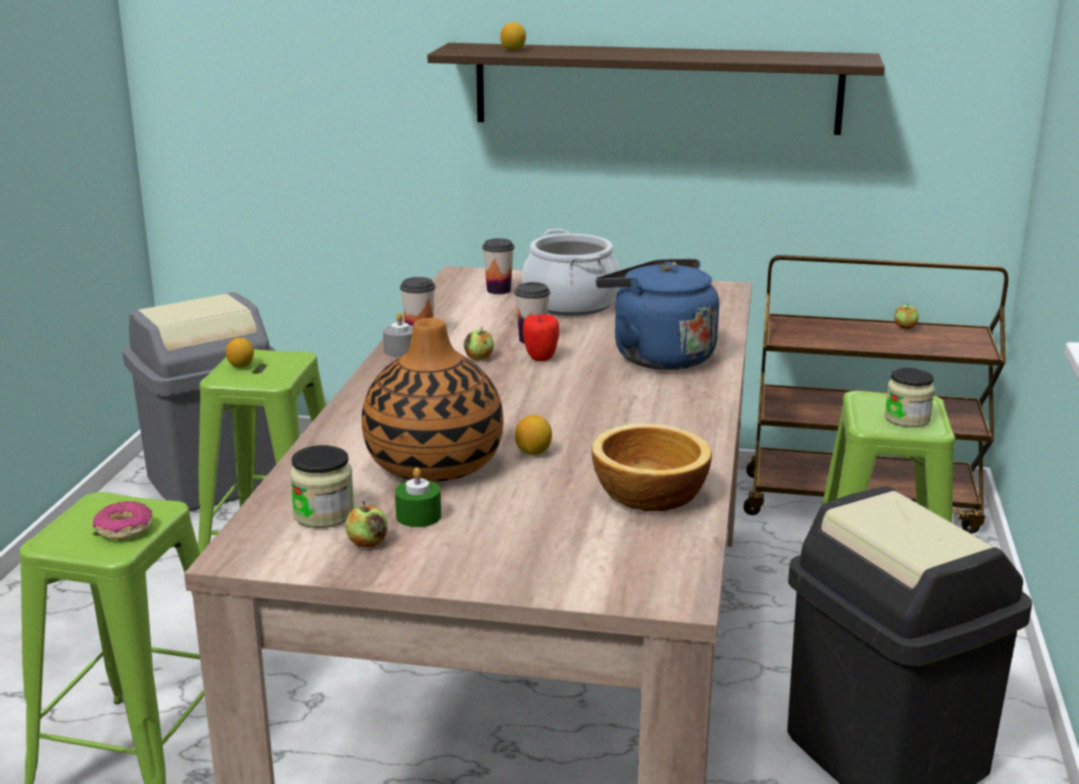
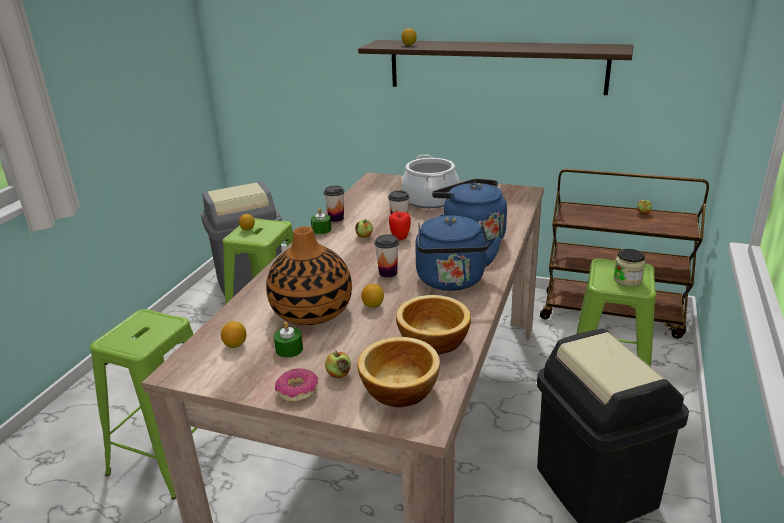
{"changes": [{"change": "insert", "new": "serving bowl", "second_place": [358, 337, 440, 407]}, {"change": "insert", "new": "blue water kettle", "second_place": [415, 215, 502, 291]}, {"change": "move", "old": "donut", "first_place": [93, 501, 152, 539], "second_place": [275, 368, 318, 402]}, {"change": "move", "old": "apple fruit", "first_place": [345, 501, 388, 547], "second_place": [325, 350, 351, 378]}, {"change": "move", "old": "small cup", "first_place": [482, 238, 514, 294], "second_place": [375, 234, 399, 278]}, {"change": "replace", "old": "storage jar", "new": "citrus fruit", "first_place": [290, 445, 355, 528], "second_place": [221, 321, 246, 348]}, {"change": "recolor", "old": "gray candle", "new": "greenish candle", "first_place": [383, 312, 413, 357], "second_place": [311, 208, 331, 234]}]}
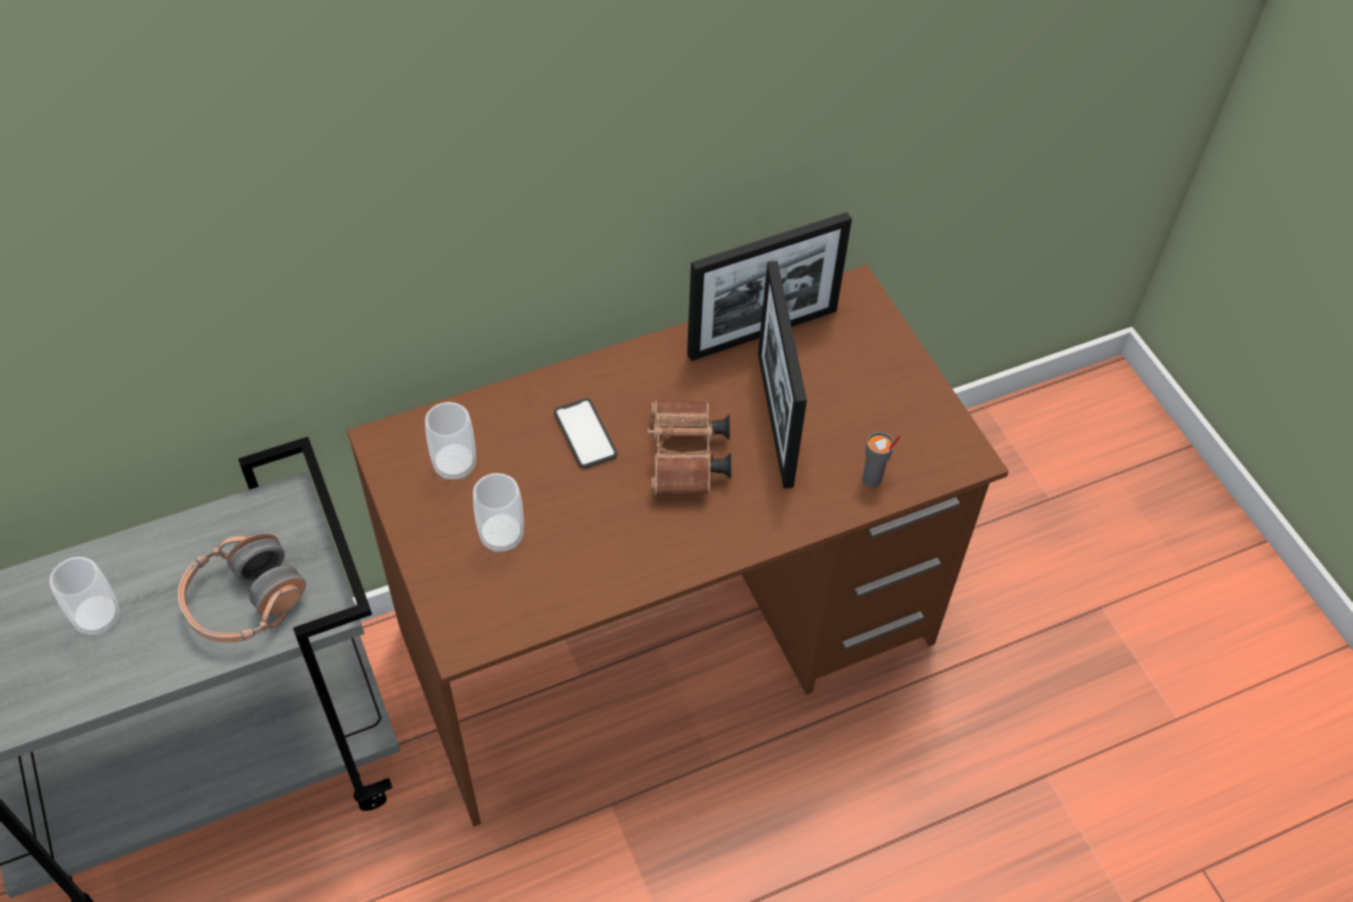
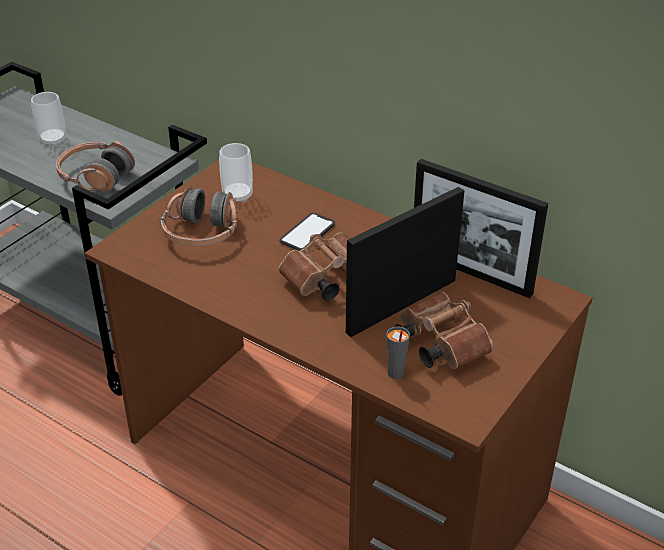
{"changes": [{"change": "insert", "new": "brown field glasses", "second_place": [395, 292, 494, 369]}, {"change": "replace", "old": "small cup", "new": "headphones", "first_place": [473, 473, 524, 553], "second_place": [160, 186, 237, 246]}]}
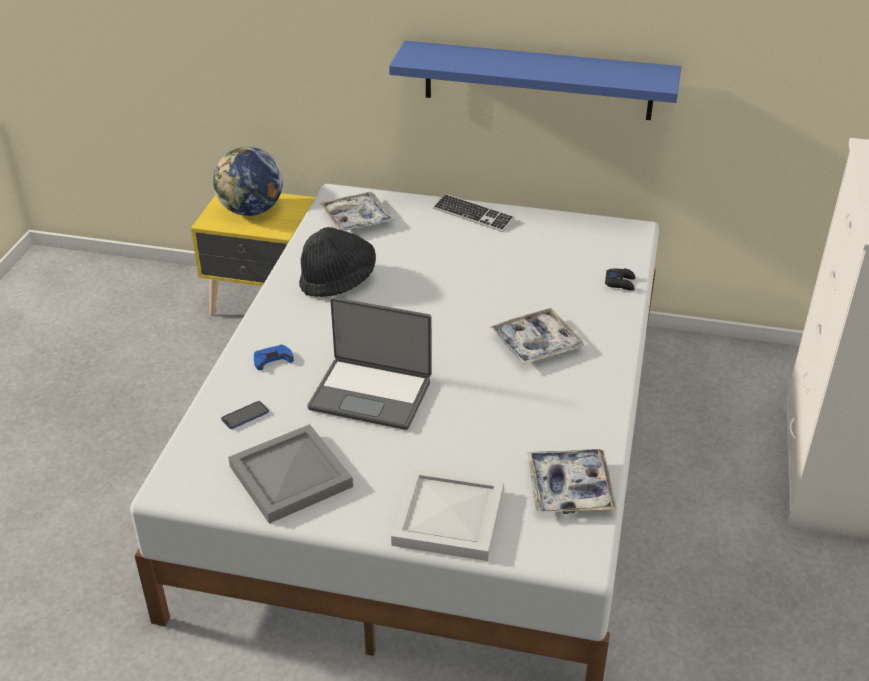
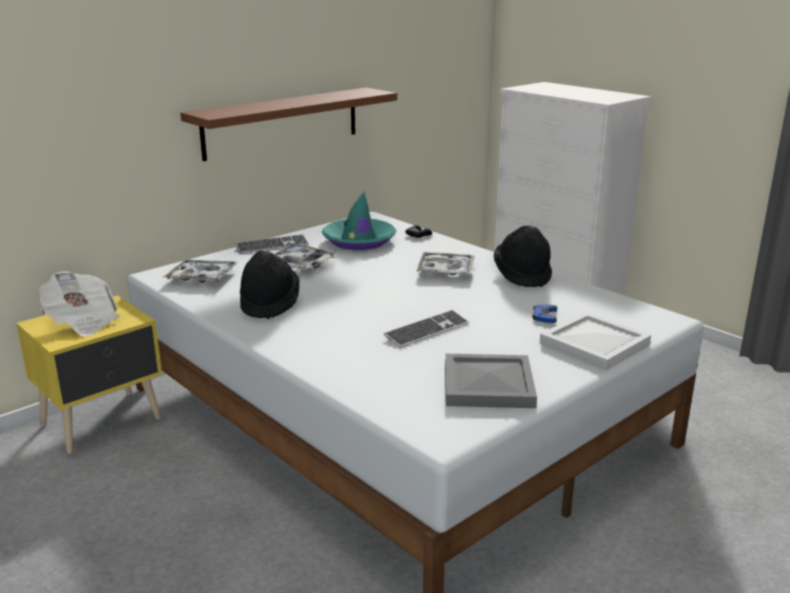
{"changes": [{"change": "delete", "old": "handset", "first_place": [221, 401, 269, 429]}, {"change": "insert", "new": "blue-green hat", "second_place": [322, 192, 397, 250]}, {"change": "insert", "new": "black-coloured hat", "second_place": [494, 225, 552, 287]}, {"change": "move", "old": "blue gamepad", "first_place": [254, 345, 294, 370], "second_place": [532, 304, 557, 323]}, {"change": "move", "old": "tray", "first_place": [527, 449, 617, 514], "second_place": [275, 244, 337, 271]}, {"change": "replace", "old": "desk globe", "new": "printed paper", "first_place": [213, 147, 283, 216], "second_place": [39, 271, 120, 336]}, {"change": "replace", "old": "laptop", "new": "PC keyboard", "first_place": [308, 297, 432, 430], "second_place": [384, 310, 469, 348]}, {"change": "recolor", "old": "blue wall shelf", "new": "brown wall shelf", "first_place": [389, 41, 681, 120], "second_place": [180, 88, 397, 161]}]}
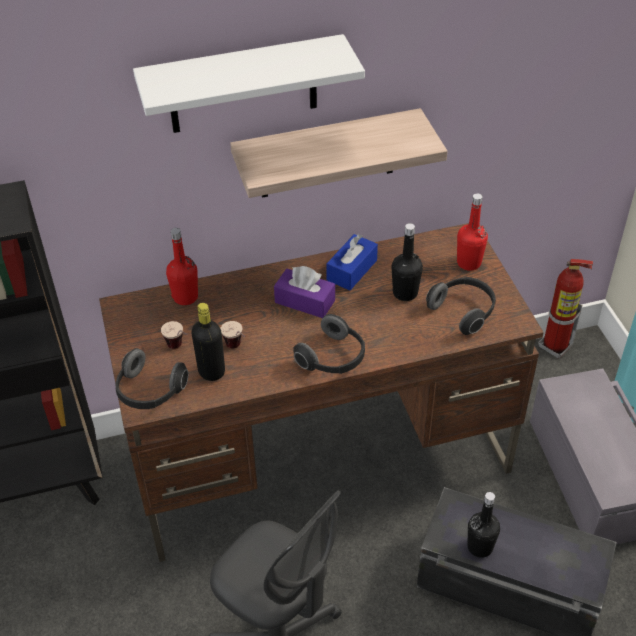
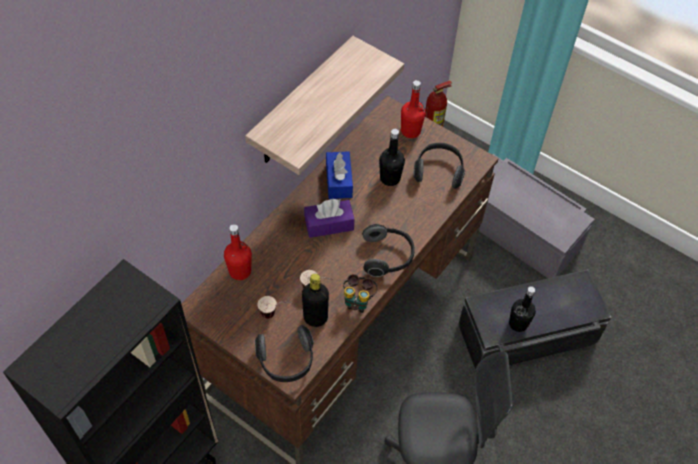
{"changes": [{"change": "delete", "old": "whitish wall shelf", "first_place": [133, 34, 365, 133]}, {"change": "insert", "new": "field glasses", "second_place": [343, 274, 377, 313]}]}
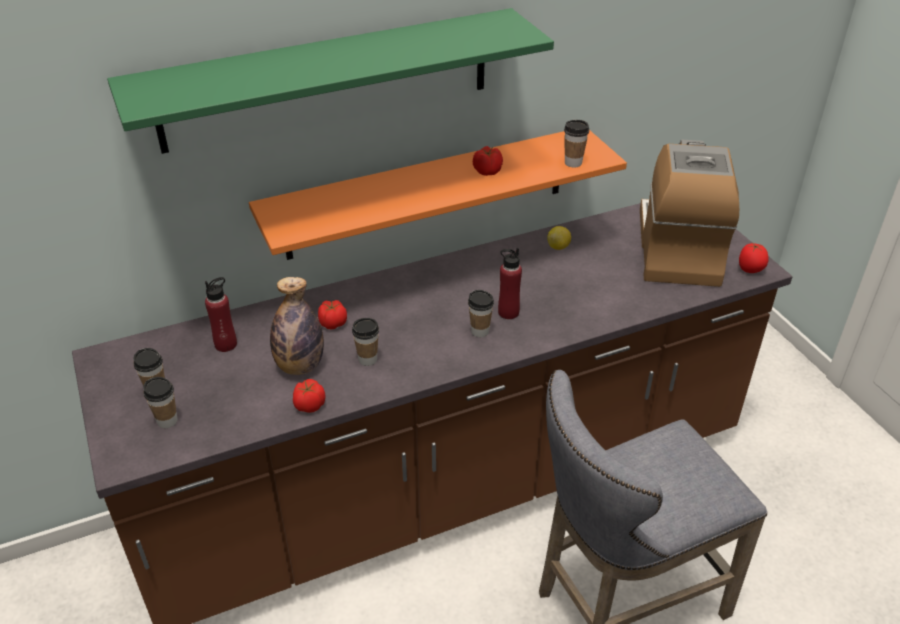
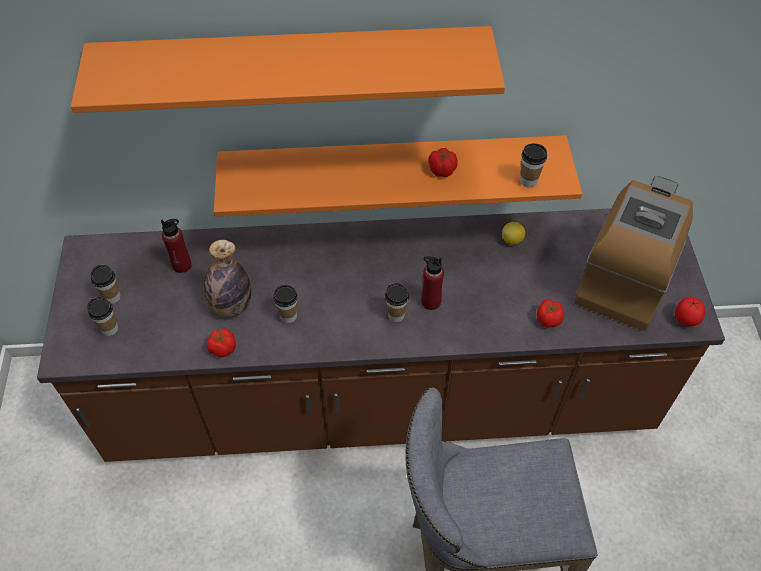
{"changes": [{"change": "move", "old": "whole tomato", "first_place": [318, 300, 347, 329], "second_place": [537, 299, 564, 328]}, {"change": "recolor", "old": "greenish wall shelf", "new": "orange wall shelf", "first_place": [107, 8, 554, 154], "second_place": [71, 26, 505, 113]}]}
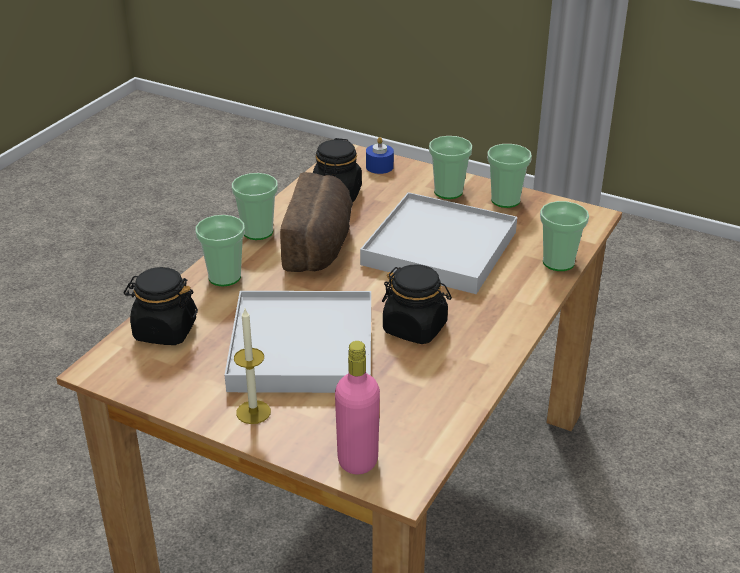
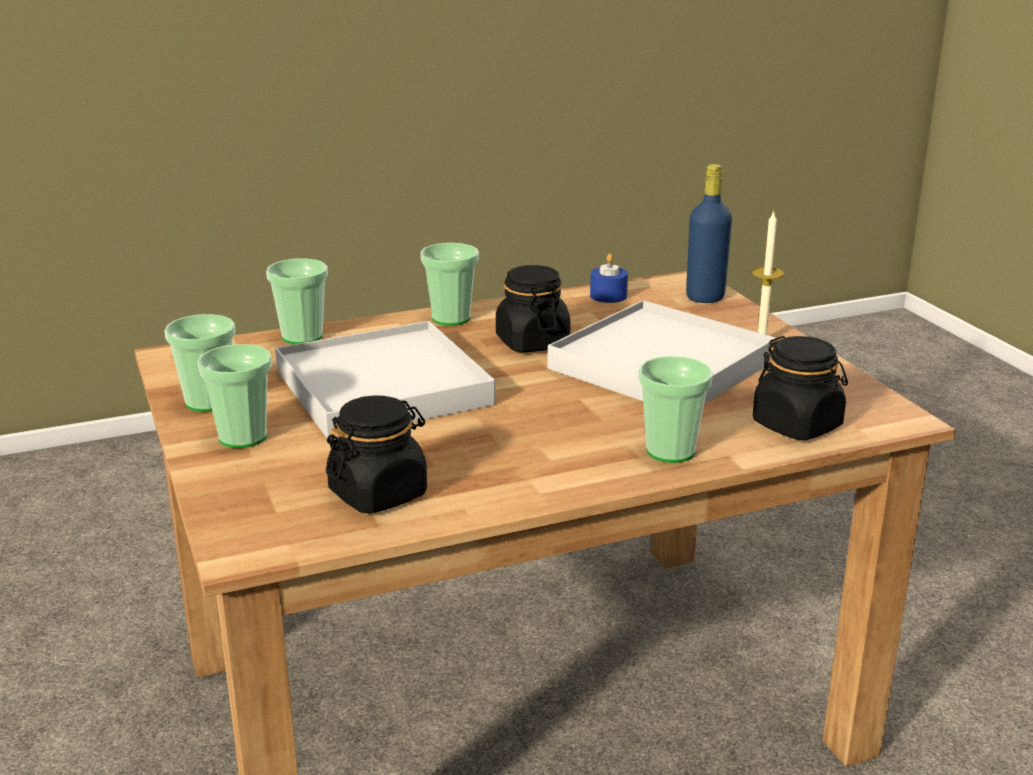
{"changes": [{"change": "delete", "old": "bakery bread", "first_place": [280, 172, 353, 272]}, {"change": "move", "old": "small cup", "first_place": [232, 173, 278, 240], "second_place": [420, 243, 479, 326]}, {"change": "move", "old": "blue candle", "first_place": [366, 137, 394, 174], "second_place": [590, 253, 628, 303]}, {"change": "recolor", "old": "pink-coloured bottle", "new": "blue bottle", "first_place": [335, 341, 380, 474], "second_place": [686, 164, 732, 303]}]}
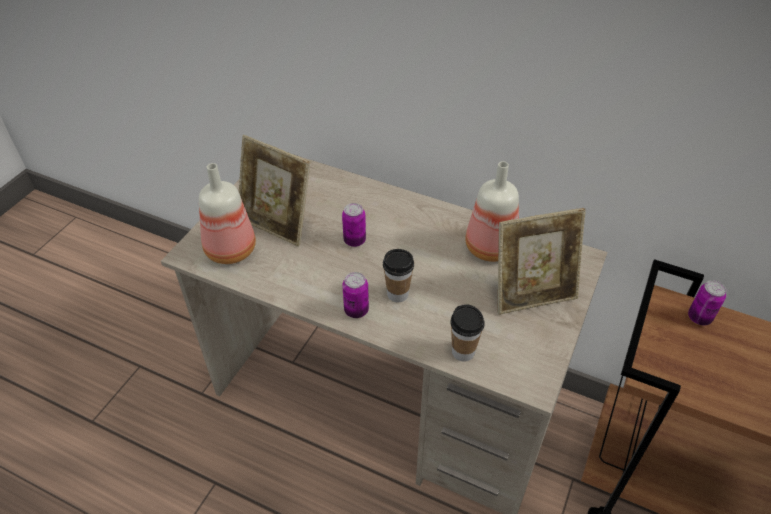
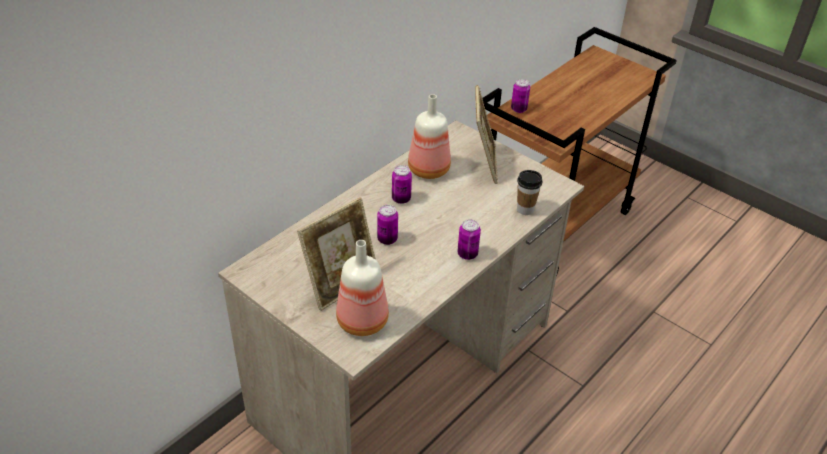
{"changes": [{"change": "delete", "old": "small cup", "first_place": [383, 249, 414, 302]}, {"change": "insert", "new": "metal can", "second_place": [392, 165, 412, 204]}]}
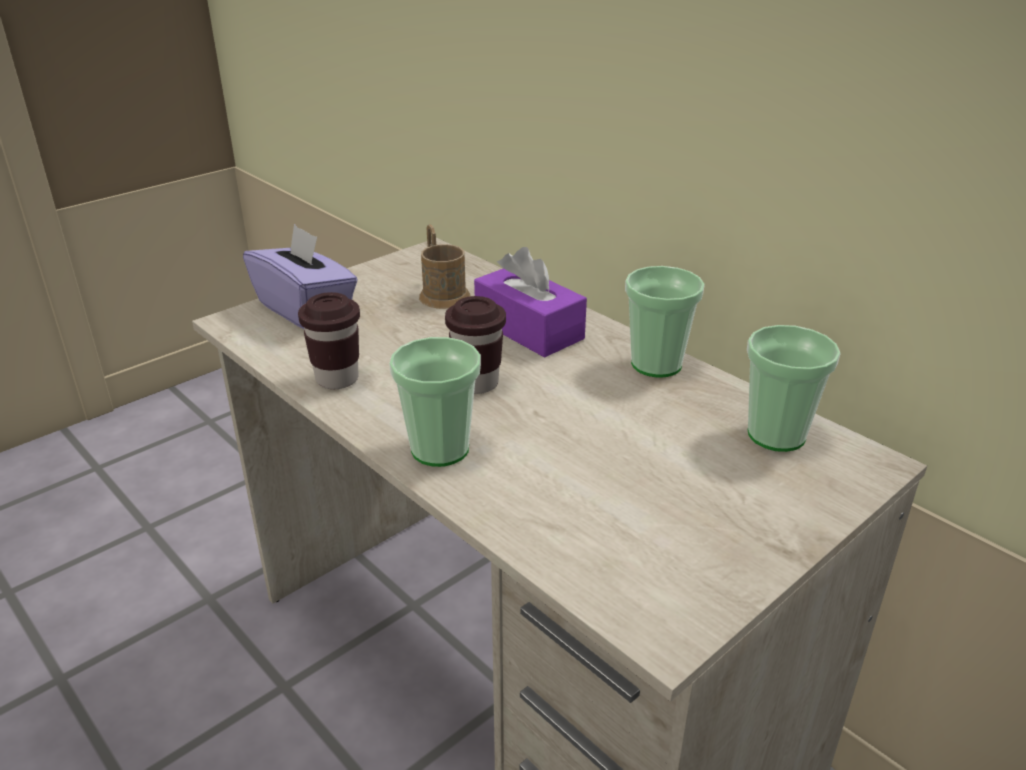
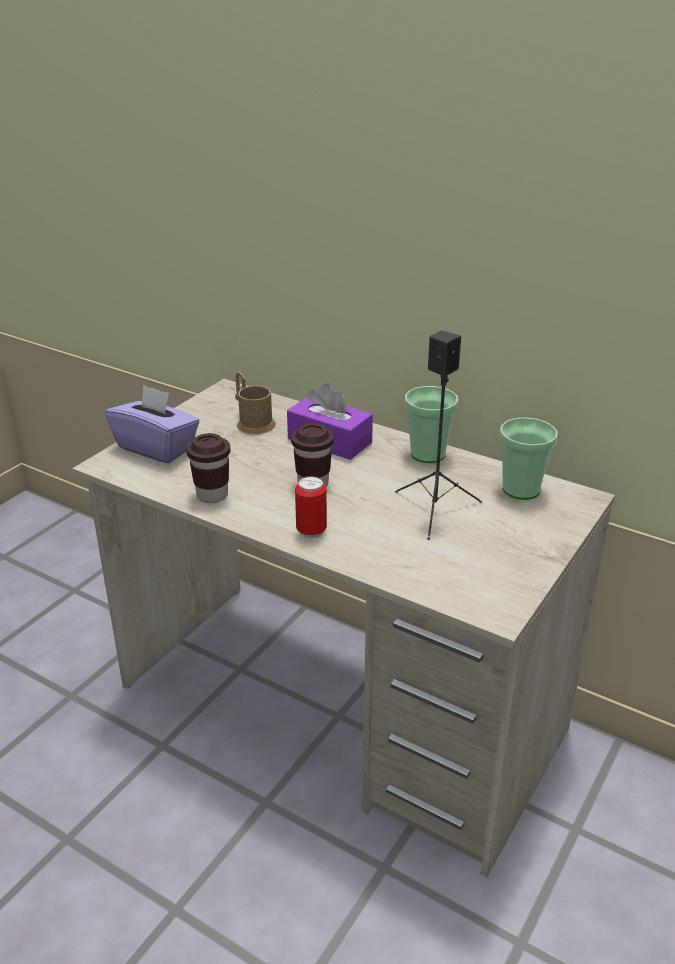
{"changes": [{"change": "insert", "new": "black-coloured loudspeaker", "second_place": [395, 330, 482, 540]}, {"change": "replace", "old": "small cup", "new": "metal can", "first_place": [389, 337, 481, 467], "second_place": [295, 476, 327, 539]}]}
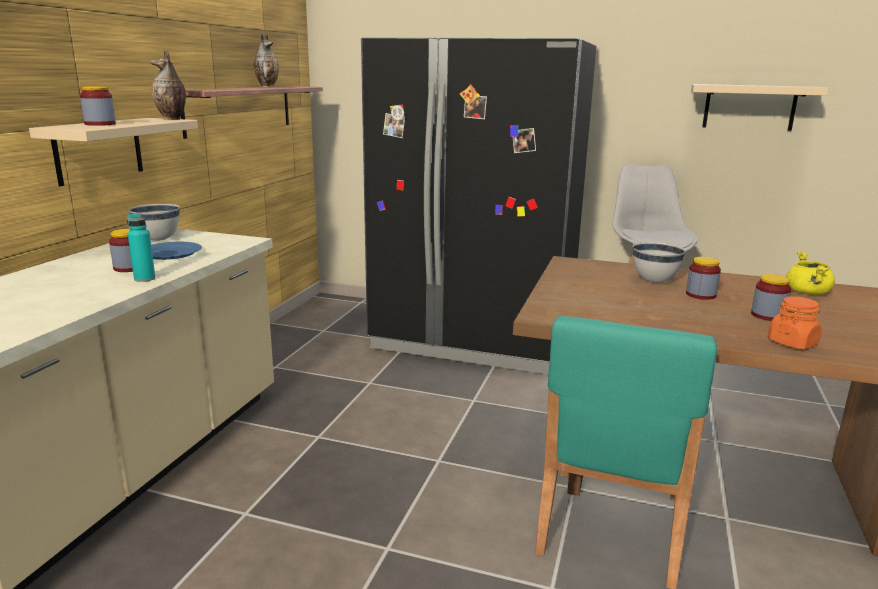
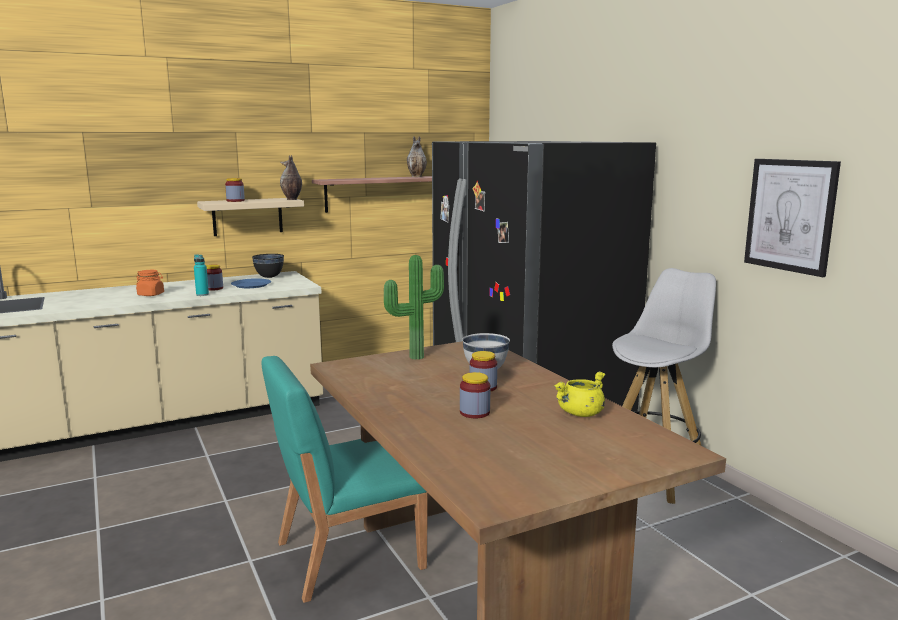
{"changes": [{"change": "insert", "new": "houseplant", "second_place": [384, 255, 444, 360]}, {"change": "move", "old": "orange storage jar", "first_place": [768, 296, 822, 350], "second_place": [136, 270, 164, 296]}, {"change": "replace", "old": "beige wall shelf", "new": "wall art", "first_place": [691, 84, 829, 131], "second_place": [744, 159, 841, 277]}, {"change": "recolor", "old": "whitish serving bowl", "new": "black-coloured serving bowl", "first_place": [129, 204, 180, 241], "second_place": [252, 254, 284, 278]}]}
